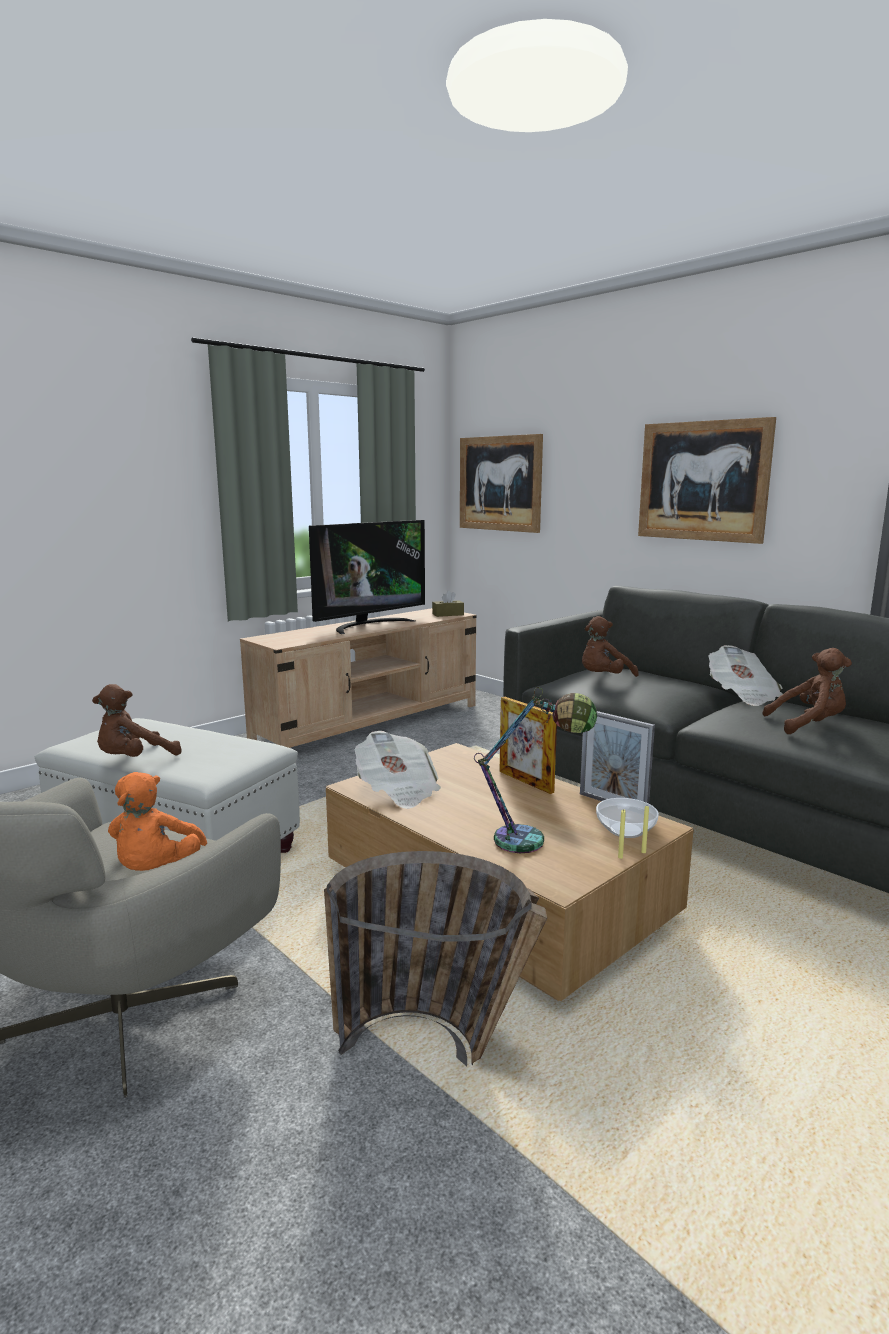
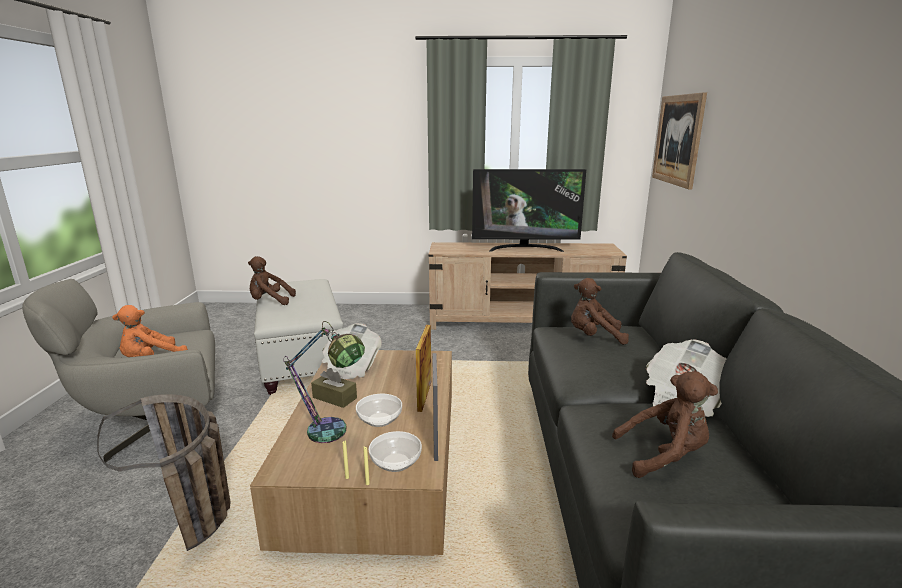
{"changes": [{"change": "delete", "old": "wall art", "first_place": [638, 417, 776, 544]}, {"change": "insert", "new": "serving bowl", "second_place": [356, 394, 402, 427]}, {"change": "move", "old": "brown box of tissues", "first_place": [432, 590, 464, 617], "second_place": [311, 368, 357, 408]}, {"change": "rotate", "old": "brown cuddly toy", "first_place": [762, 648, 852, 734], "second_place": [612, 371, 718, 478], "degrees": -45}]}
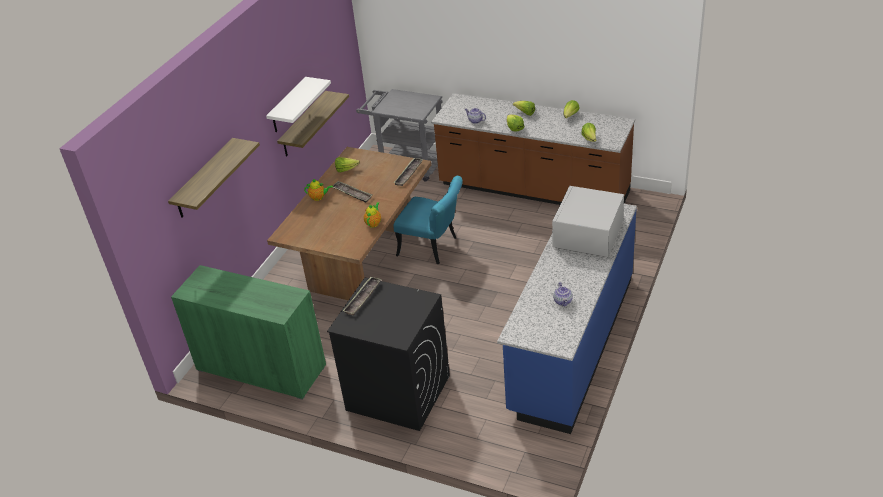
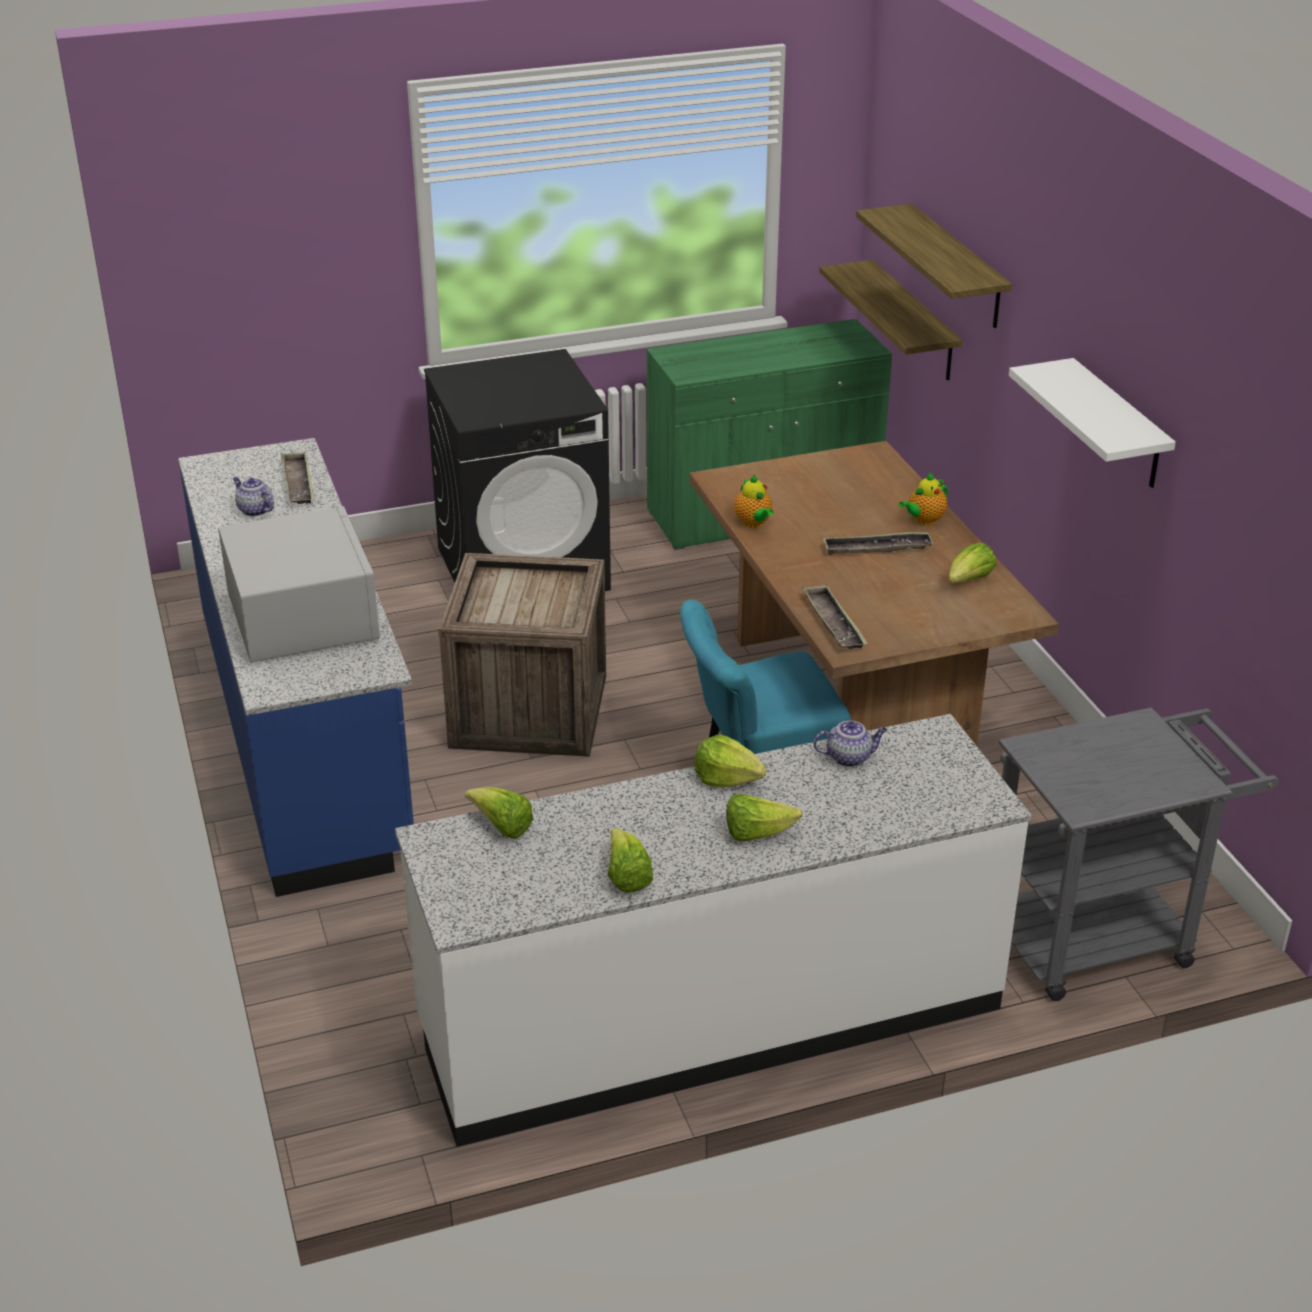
{"changes": [{"change": "insert", "new": "shipping crate", "second_place": [439, 553, 606, 757]}, {"change": "move", "old": "wall shelf", "first_place": [277, 91, 349, 157], "second_place": [819, 260, 963, 380]}, {"change": "move", "old": "tray", "first_place": [343, 277, 382, 315], "second_place": [281, 452, 315, 504]}, {"change": "recolor", "old": "brown kitchen base unit", "new": "whitish kitchen base unit", "first_place": [431, 93, 635, 205], "second_place": [395, 714, 1031, 1147]}]}
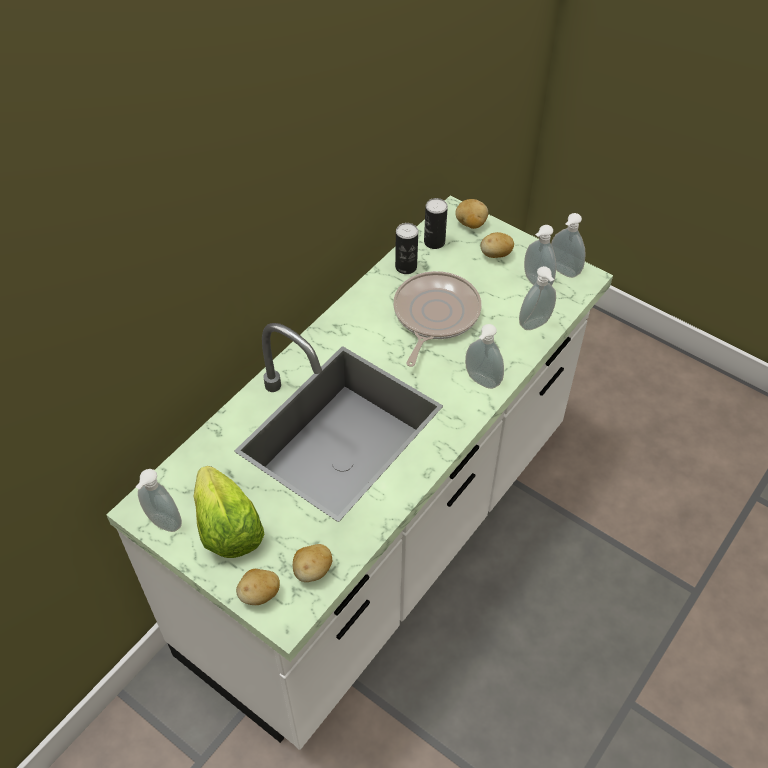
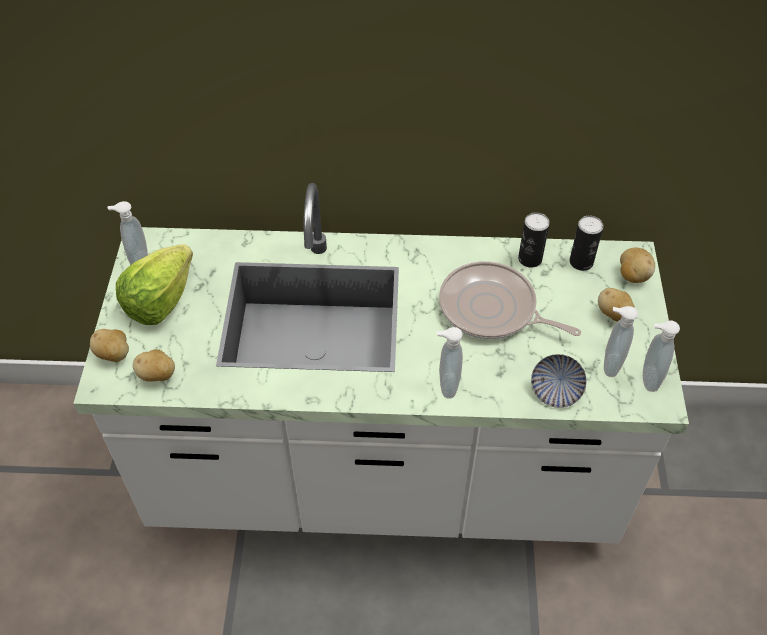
{"changes": [{"change": "replace", "old": "soap dispenser", "new": "serving bowl", "first_place": [519, 266, 556, 330], "second_place": [531, 354, 586, 408]}, {"change": "rotate", "old": "pan", "first_place": [393, 271, 481, 367], "second_place": [439, 261, 581, 339], "degrees": -135}]}
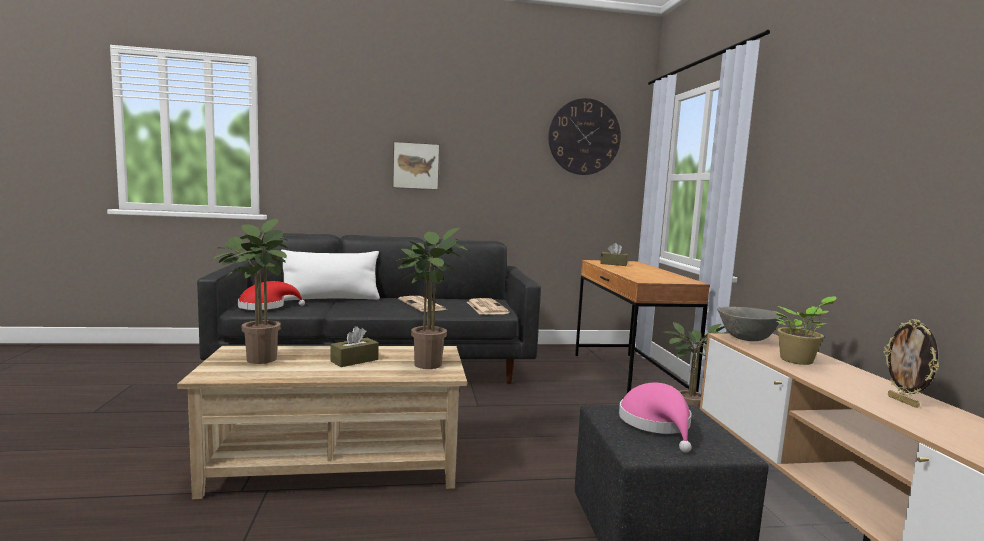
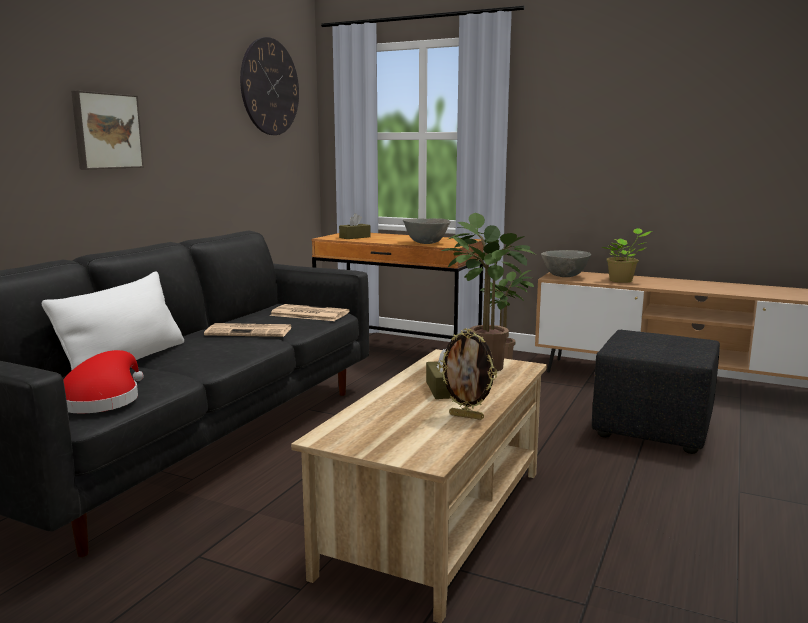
{"changes": [{"change": "delete", "old": "houseplant", "first_place": [213, 219, 289, 364]}, {"change": "delete", "old": "pink-coloured hat", "first_place": [619, 382, 692, 453]}, {"change": "insert", "new": "gray serving bowl", "second_place": [403, 218, 451, 244]}, {"change": "move", "old": "picture frame", "first_place": [884, 319, 939, 408], "second_place": [438, 328, 498, 420]}]}
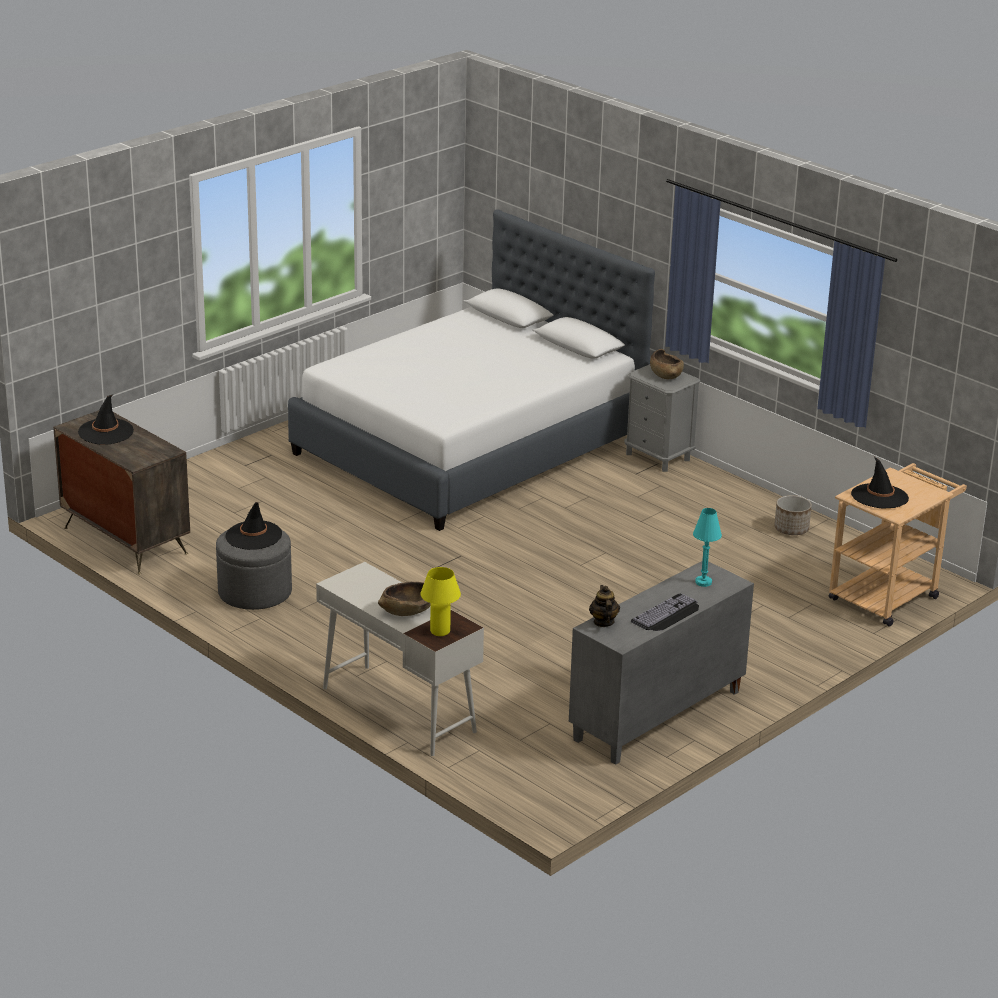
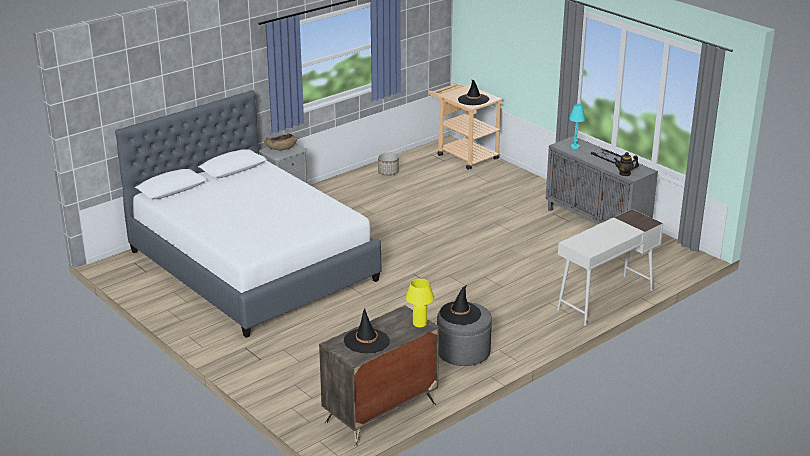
{"changes": [{"change": "delete", "old": "brown serving bowl", "first_place": [378, 582, 431, 616]}, {"change": "move", "old": "yellow table lamp", "first_place": [420, 567, 461, 636], "second_place": [406, 279, 434, 327]}]}
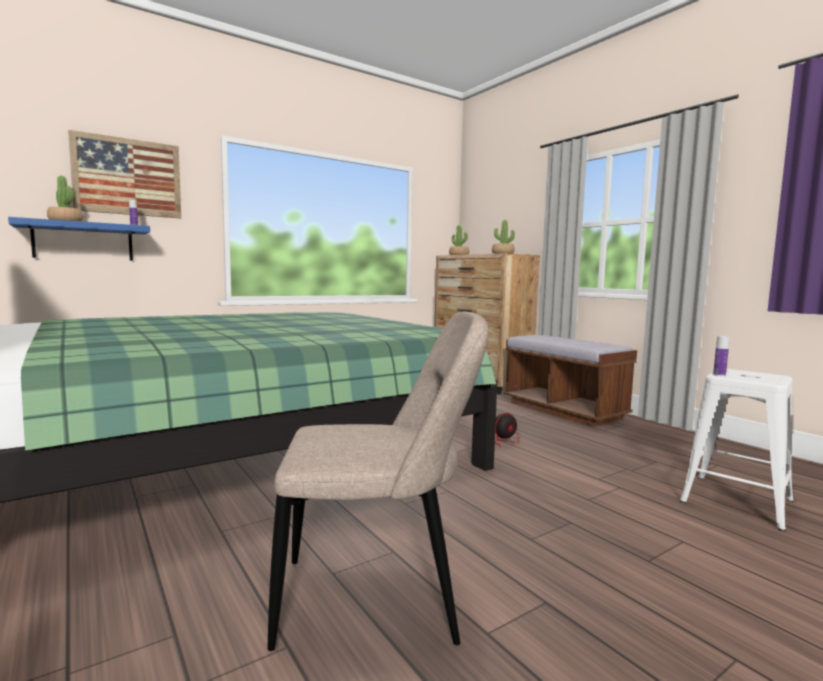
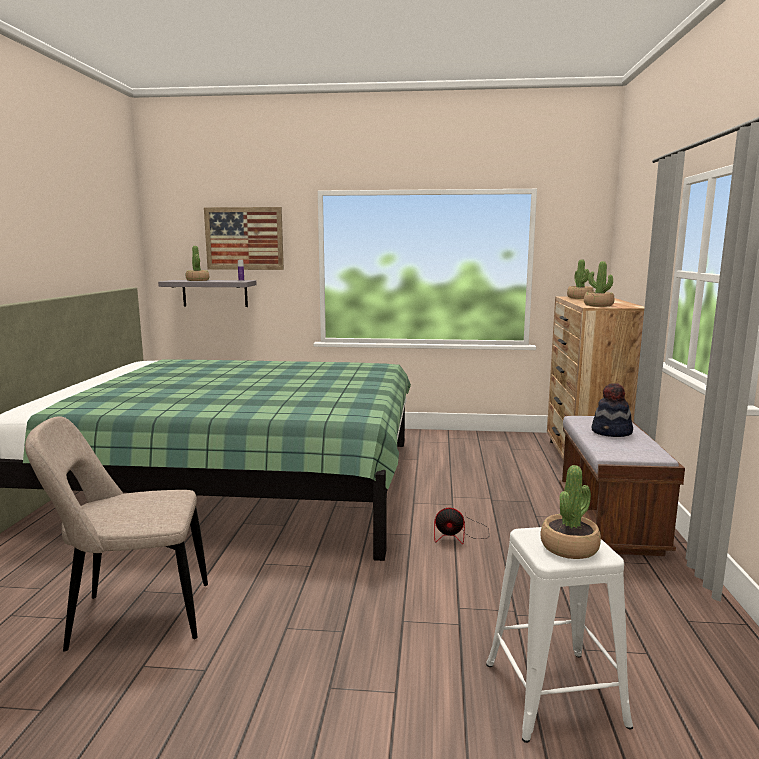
{"changes": [{"change": "delete", "old": "bottle", "first_place": [713, 336, 730, 376]}, {"change": "insert", "new": "houseplant", "second_place": [540, 465, 601, 559]}, {"change": "insert", "new": "hat", "second_place": [592, 383, 633, 437]}, {"change": "recolor", "old": "blue wall shelf", "new": "gray wall shelf", "first_place": [8, 217, 150, 261], "second_place": [158, 280, 257, 307]}, {"change": "rotate", "old": "beige plain chair", "first_place": [267, 311, 489, 651], "second_place": [25, 416, 208, 651], "degrees": 135}]}
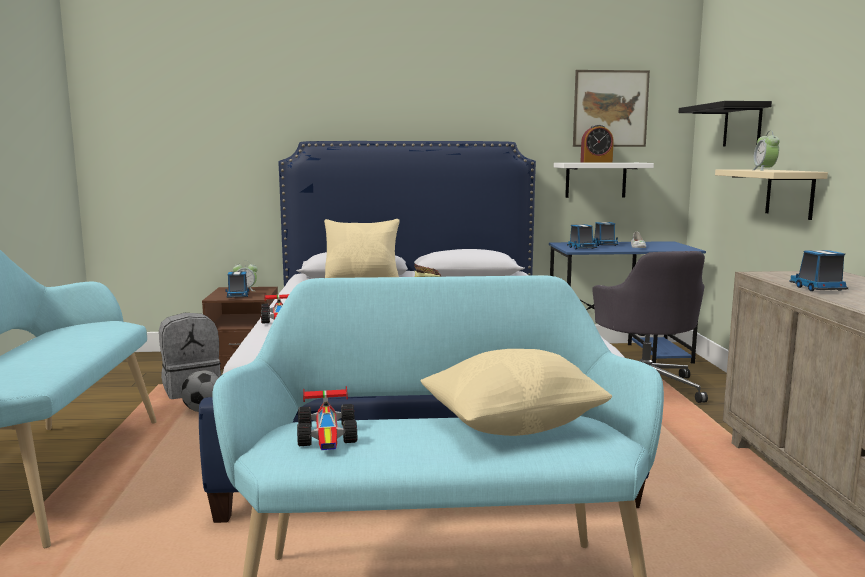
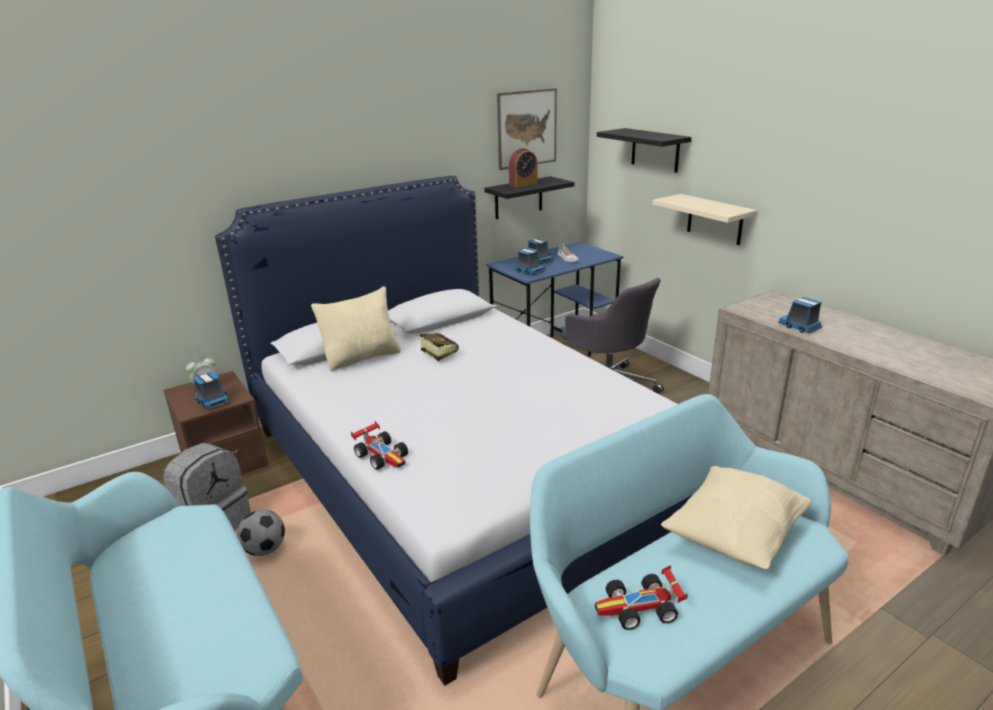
{"changes": [{"change": "delete", "old": "bedside clock", "first_place": [753, 131, 780, 171]}, {"change": "recolor", "old": "whitish wall shelf", "new": "black-coloured wall shelf", "first_place": [554, 163, 654, 198], "second_place": [484, 176, 575, 219]}, {"change": "rotate", "old": "miniature car", "first_place": [297, 386, 357, 450], "second_place": [595, 565, 688, 630], "degrees": 120}]}
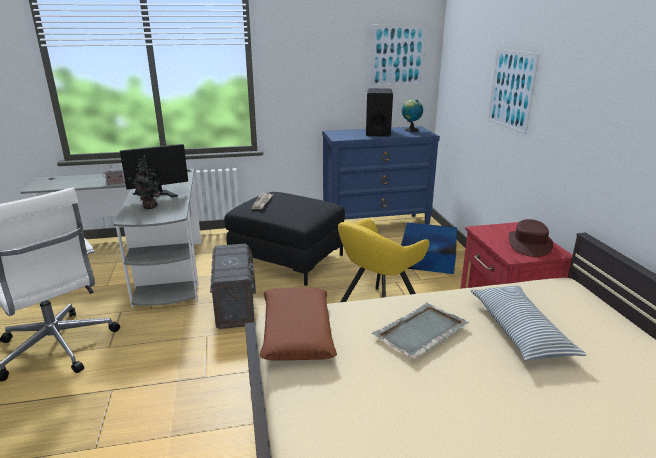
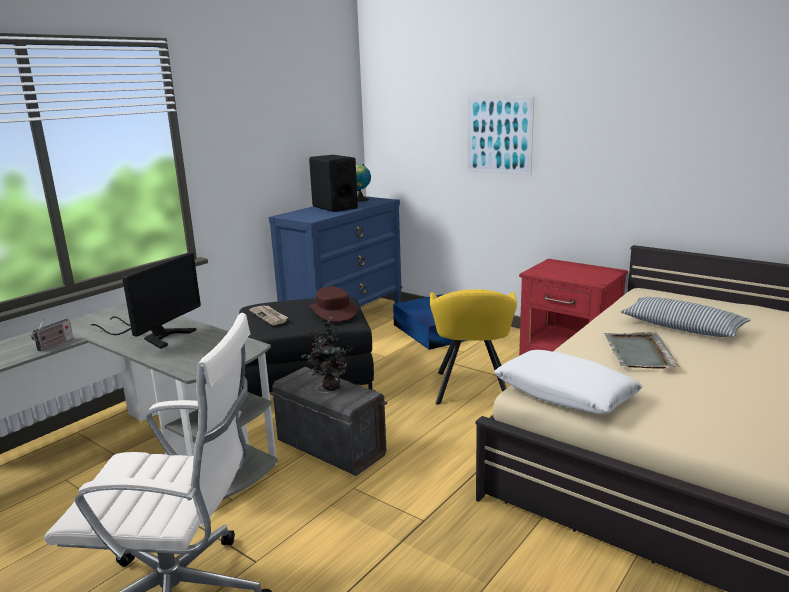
{"changes": [{"change": "delete", "old": "wall art", "first_place": [369, 25, 427, 87]}, {"change": "move", "old": "houseplant", "first_place": [128, 155, 160, 209], "second_place": [301, 317, 353, 391]}, {"change": "move", "old": "brown hat", "first_place": [509, 219, 553, 257], "second_place": [310, 287, 357, 322]}, {"change": "recolor", "old": "brown throw pillow", "new": "whitish throw pillow", "first_place": [260, 288, 337, 361], "second_place": [494, 350, 643, 414]}]}
